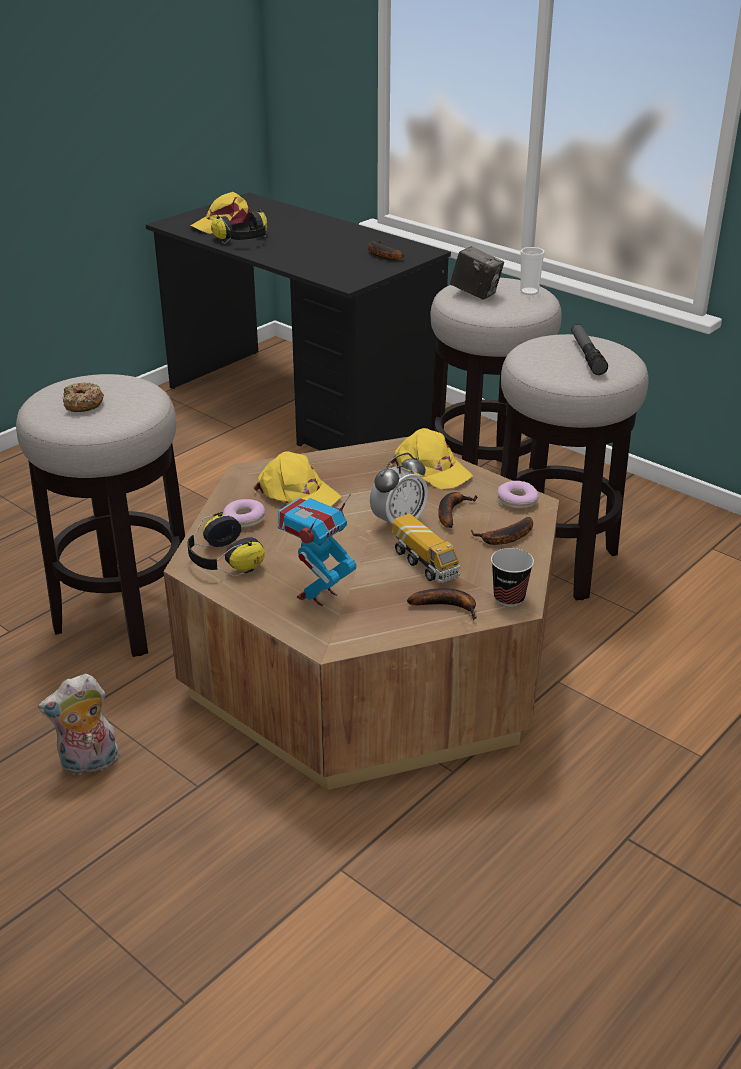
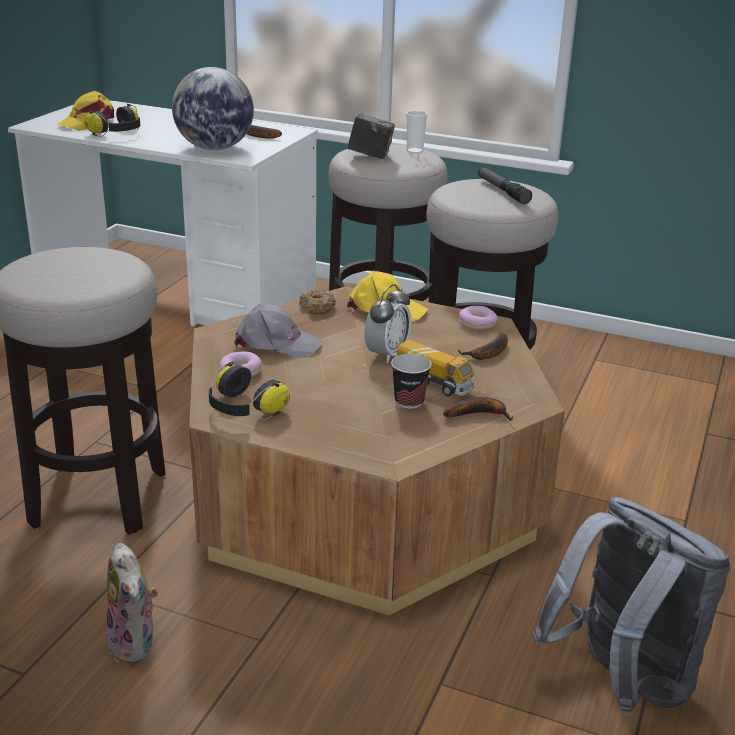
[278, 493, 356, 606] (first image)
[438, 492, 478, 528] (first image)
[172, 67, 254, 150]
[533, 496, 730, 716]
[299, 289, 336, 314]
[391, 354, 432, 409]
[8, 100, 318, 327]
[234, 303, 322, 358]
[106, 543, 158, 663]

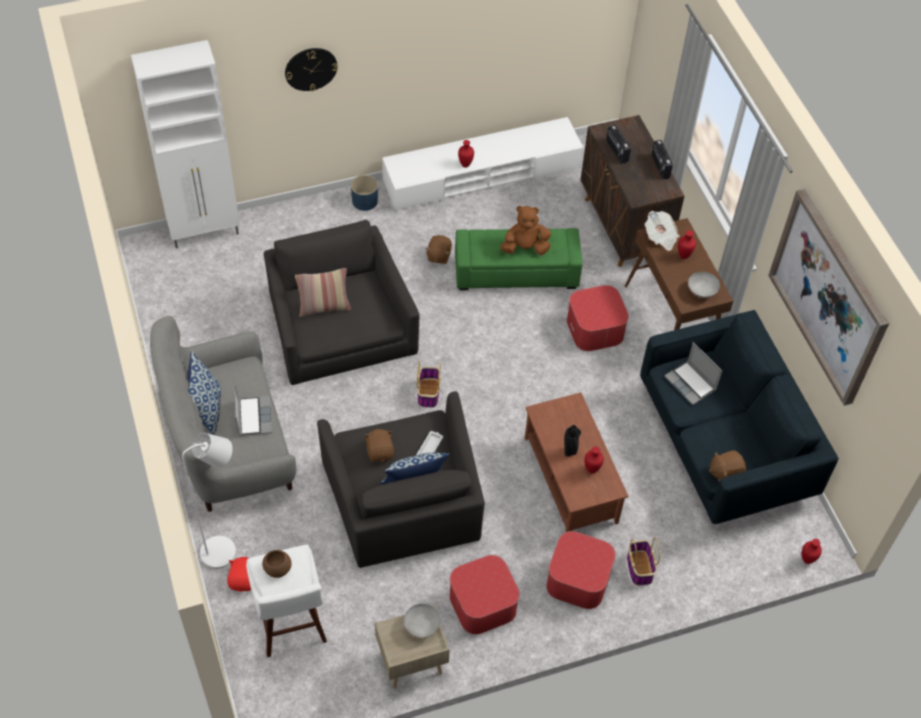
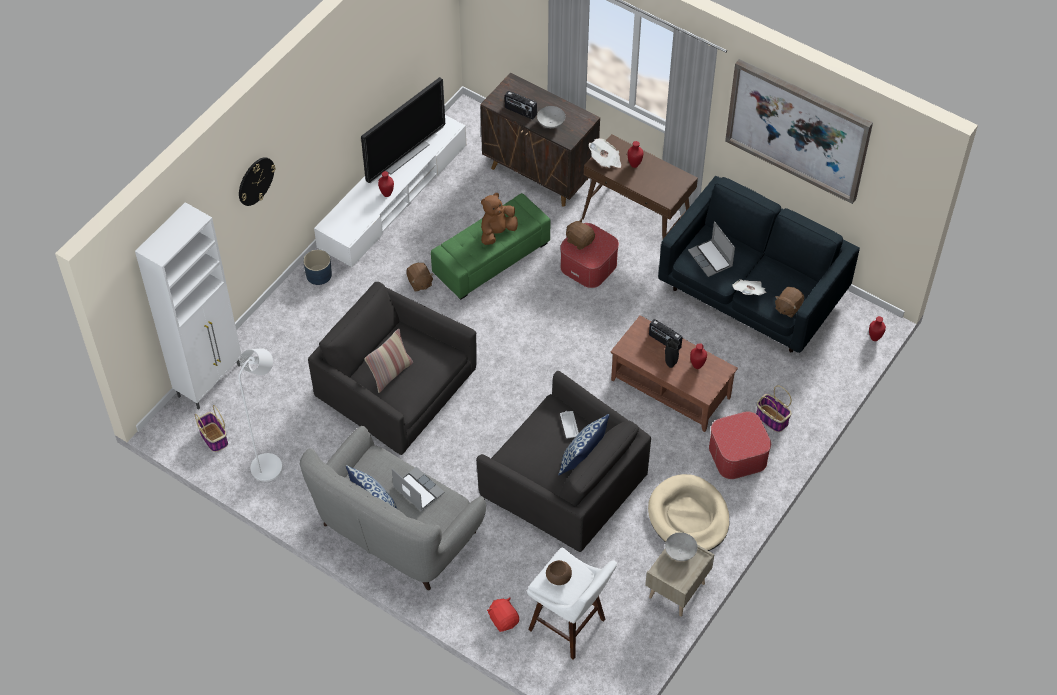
[361, 77, 445, 183]
[732, 279, 766, 295]
[239, 348, 283, 482]
[566, 219, 595, 250]
[195, 405, 228, 452]
[649, 319, 683, 350]
[537, 106, 565, 128]
[648, 474, 729, 551]
[688, 221, 735, 277]

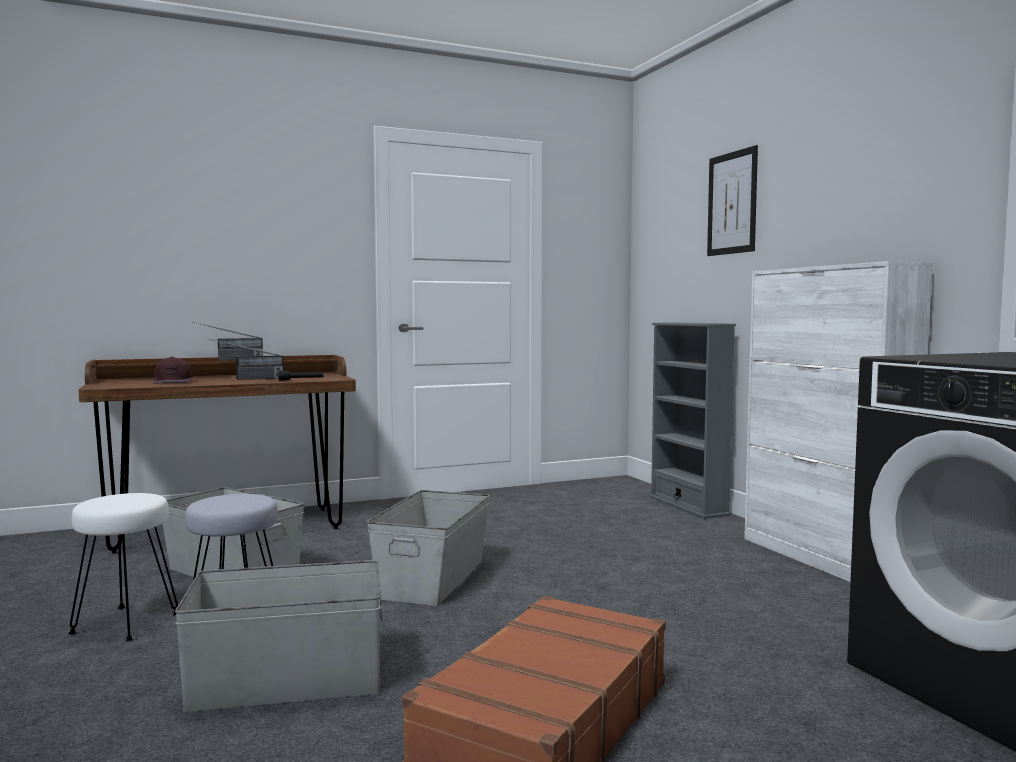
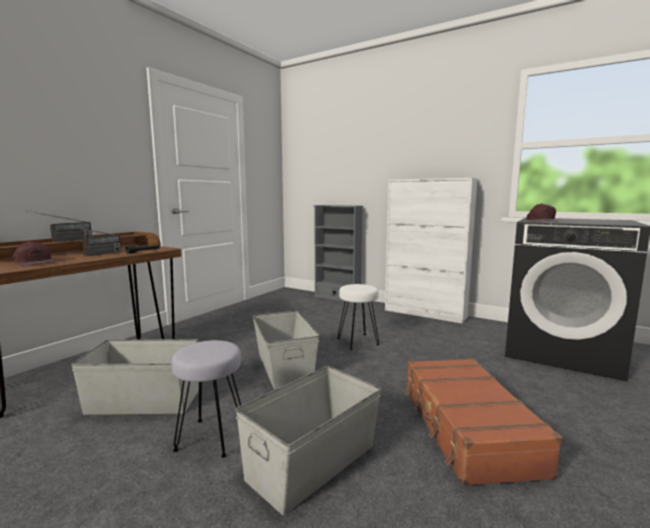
[707, 145, 758, 256] (first image)
[527, 203, 559, 222]
[337, 284, 380, 350]

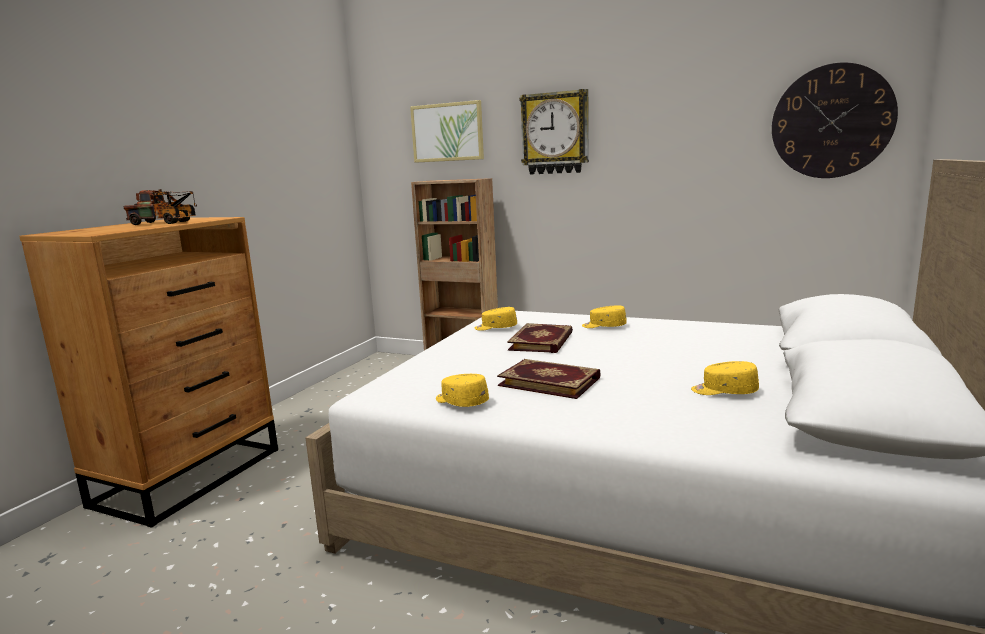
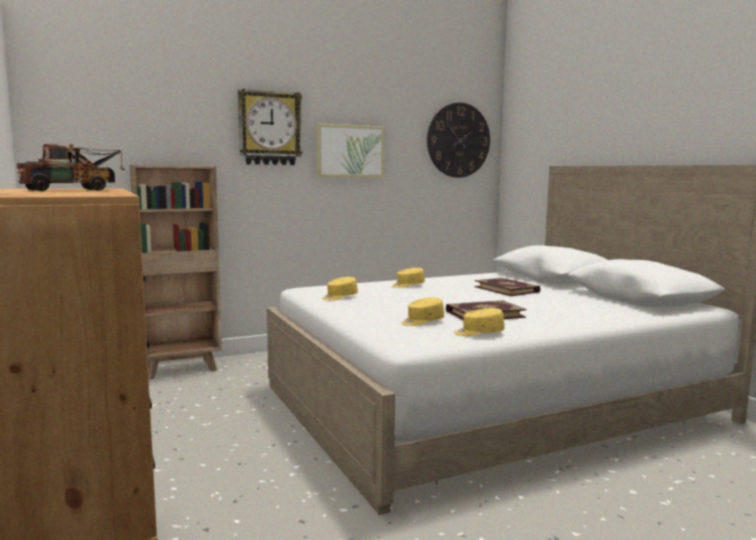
[317, 123, 384, 177]
[475, 278, 541, 296]
[401, 297, 444, 326]

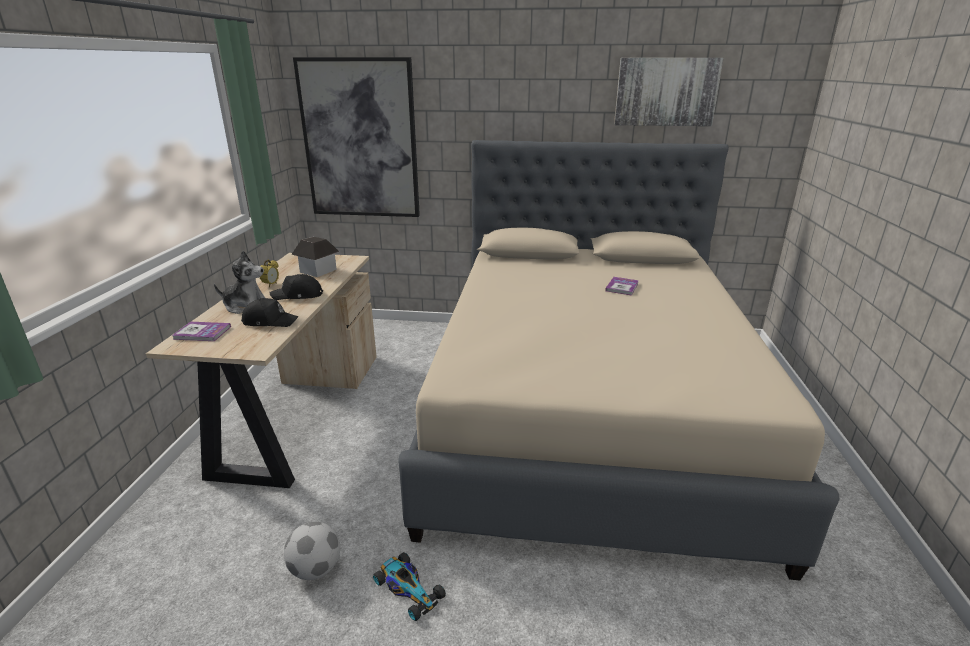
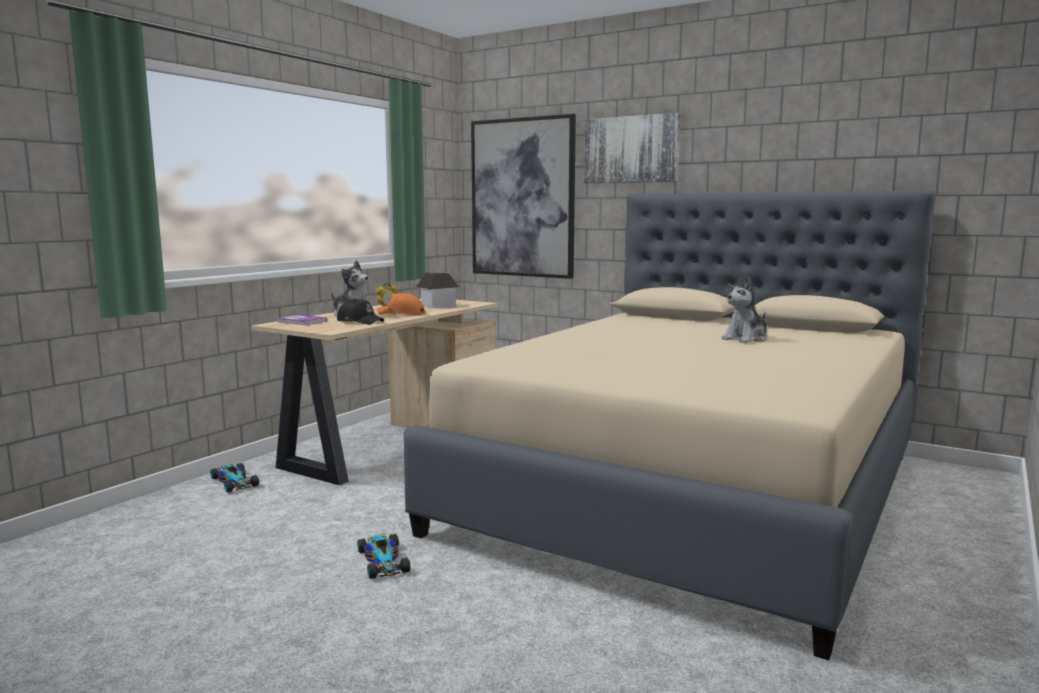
[284, 522, 340, 580] (first image)
[210, 463, 259, 493]
[584, 113, 680, 183]
[722, 277, 767, 343]
[377, 293, 425, 315]

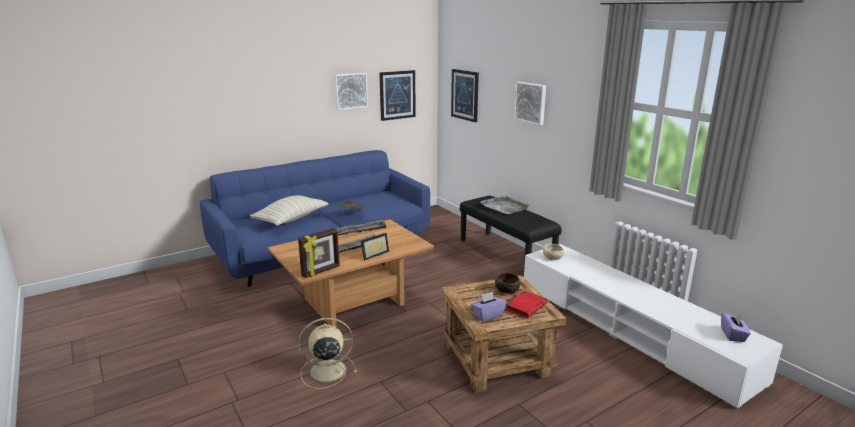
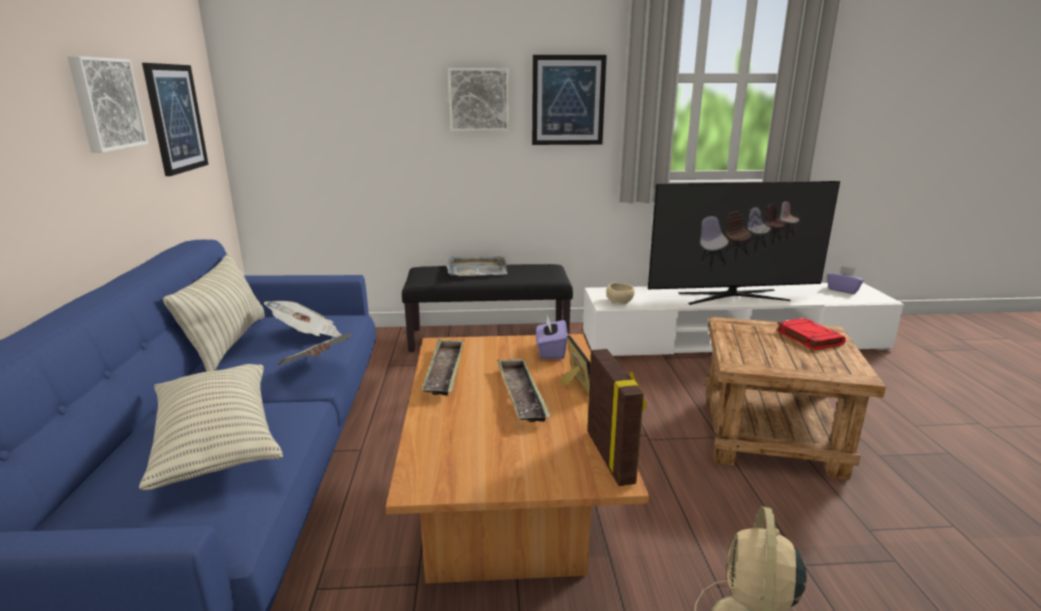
[495, 272, 520, 294] (first image)
[163, 253, 265, 372]
[264, 301, 342, 337]
[648, 181, 840, 305]
[532, 55, 607, 145]
[536, 314, 568, 359]

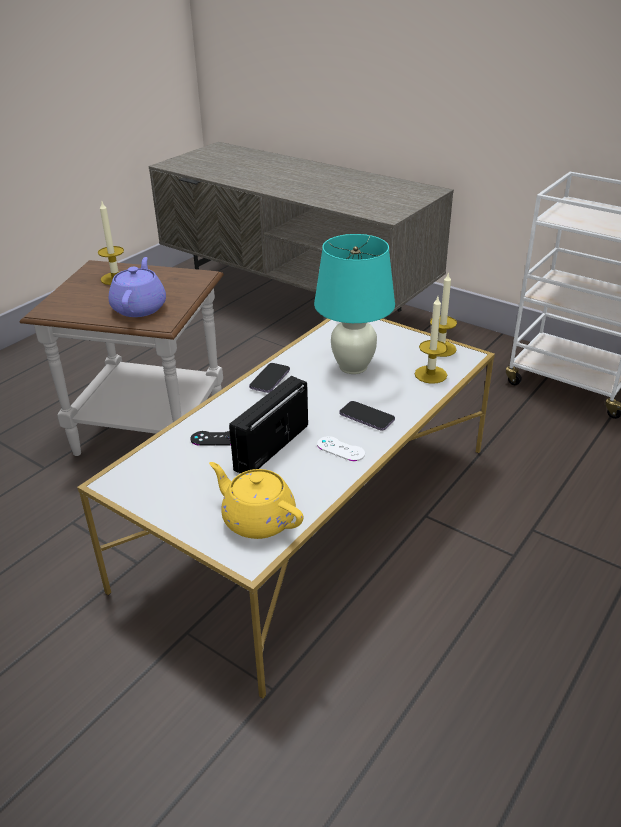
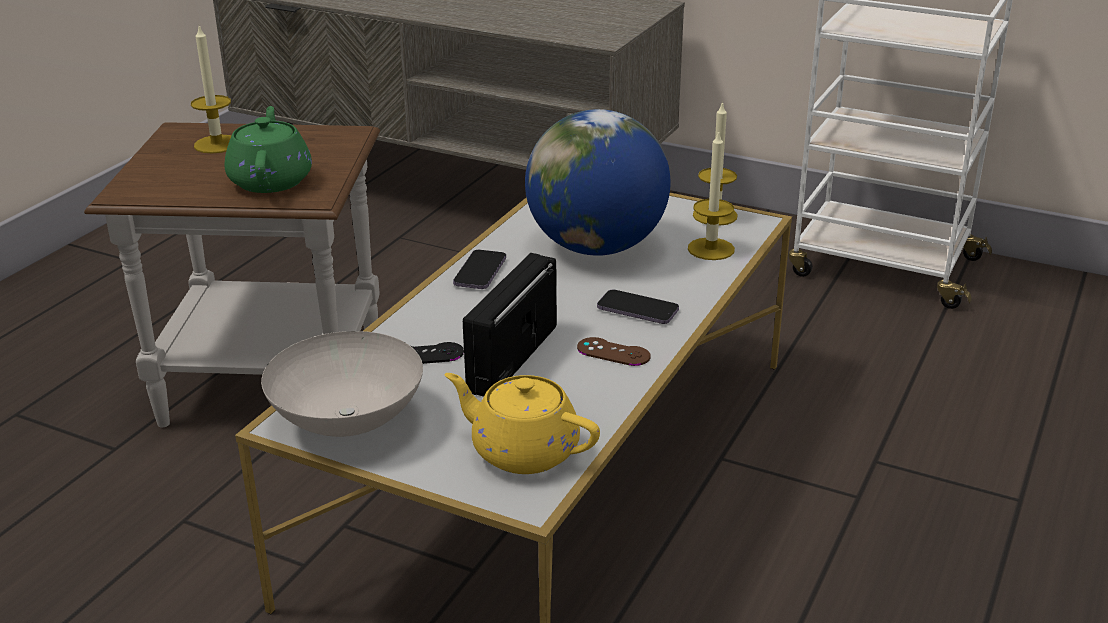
[261, 331, 423, 437]
[525, 109, 670, 256]
[224, 106, 312, 193]
[577, 337, 651, 366]

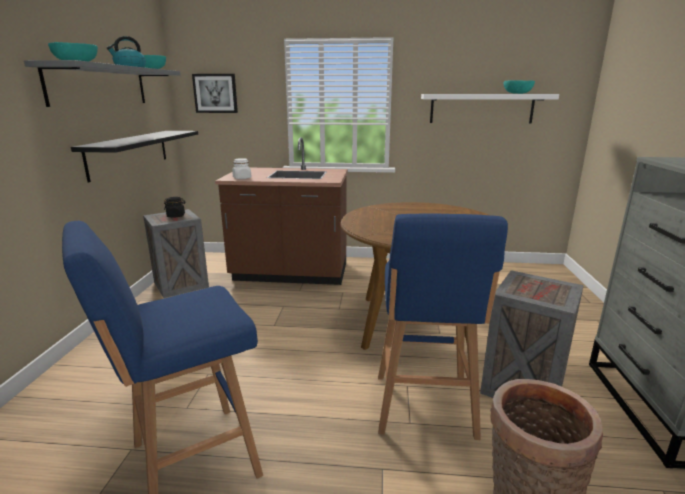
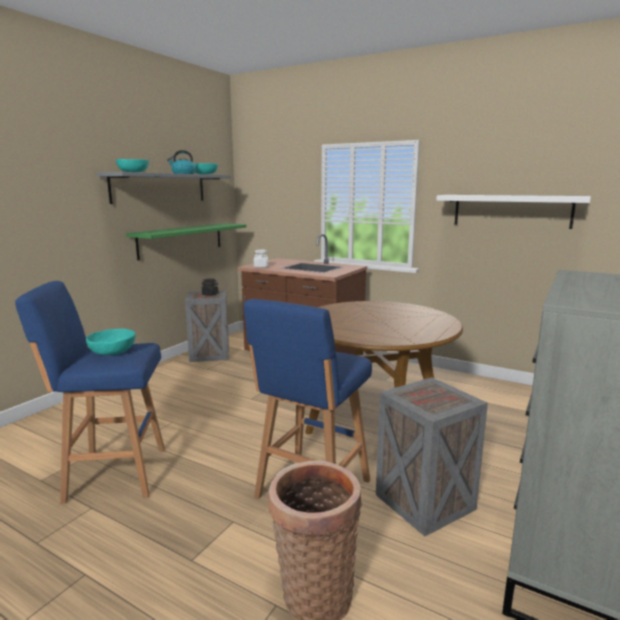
[192, 74, 238, 113] (first image)
[86, 329, 136, 355]
[126, 223, 247, 261]

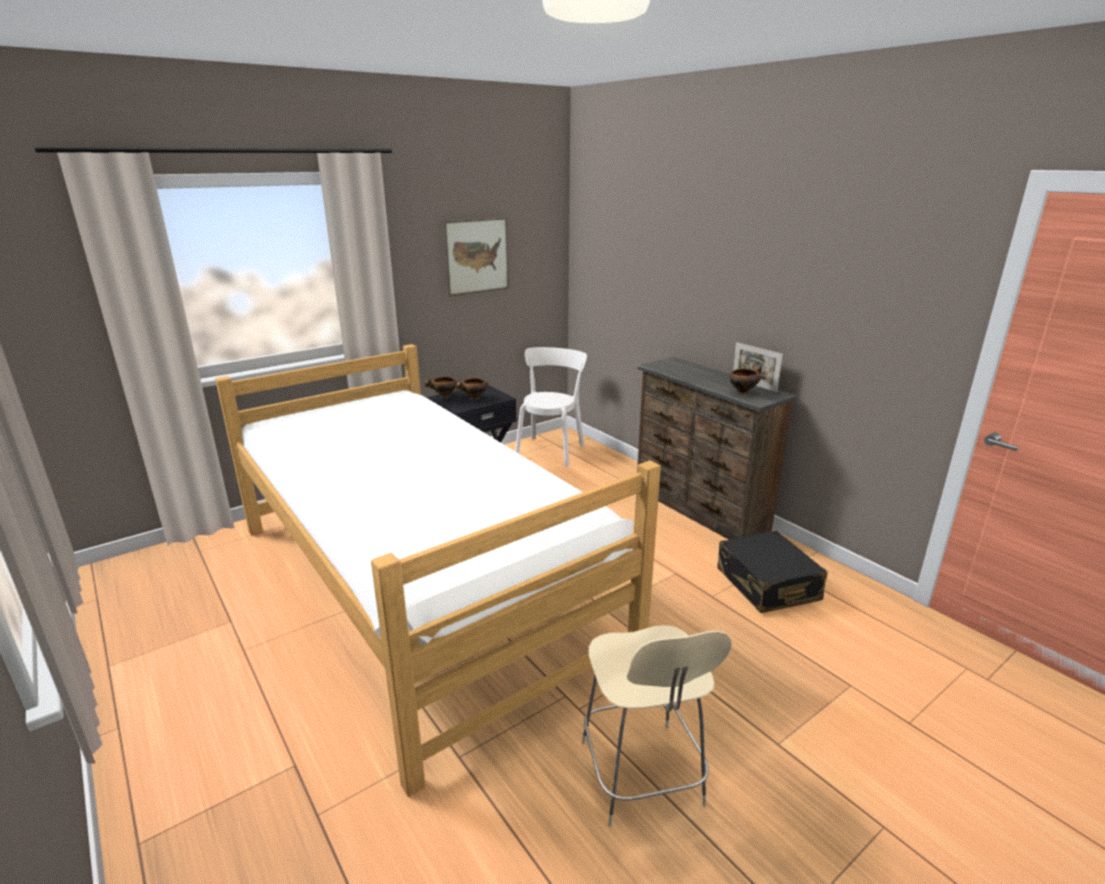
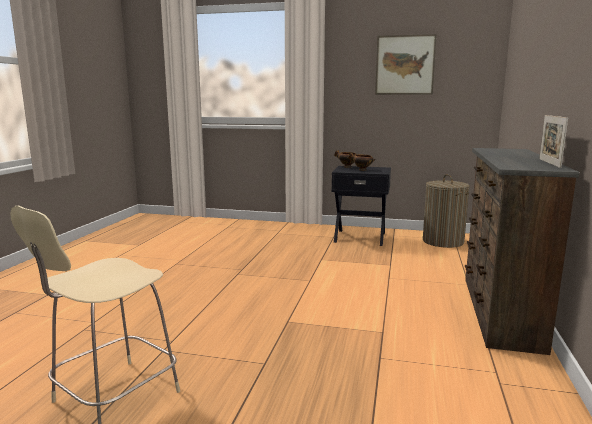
[215, 344, 661, 797] (first image)
[717, 531, 828, 613] (first image)
[729, 364, 762, 395] (first image)
[423, 174, 470, 248]

